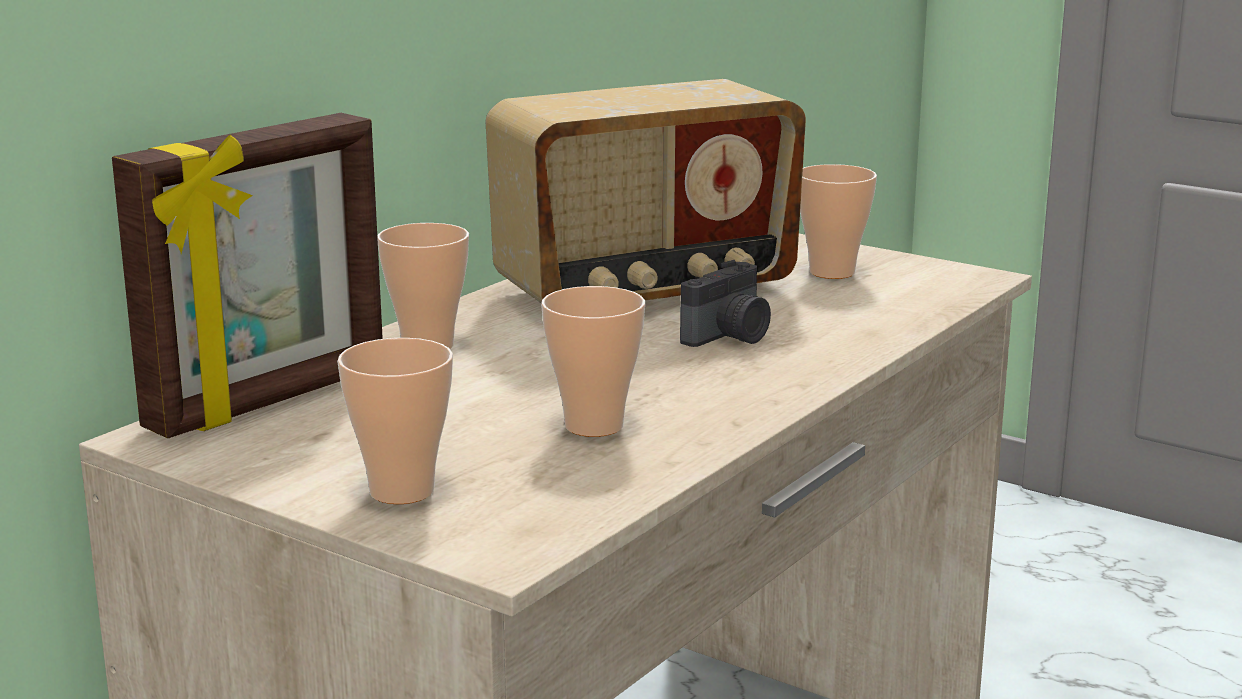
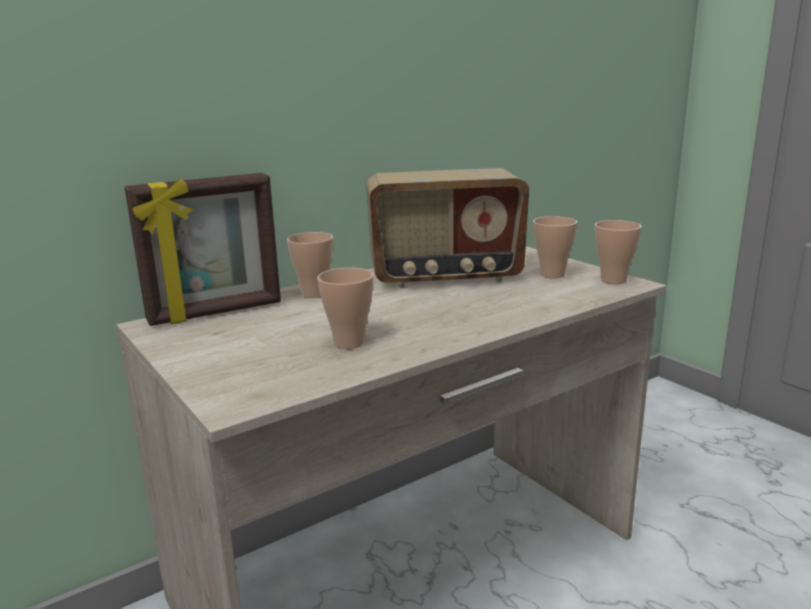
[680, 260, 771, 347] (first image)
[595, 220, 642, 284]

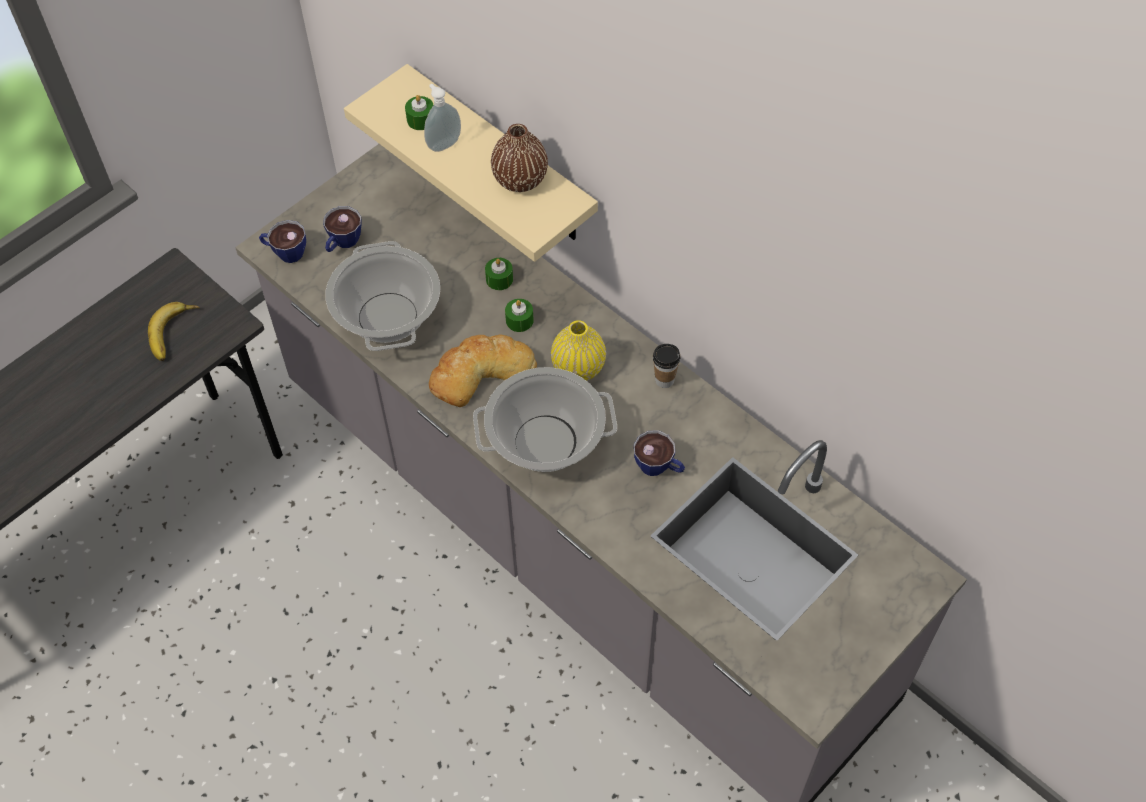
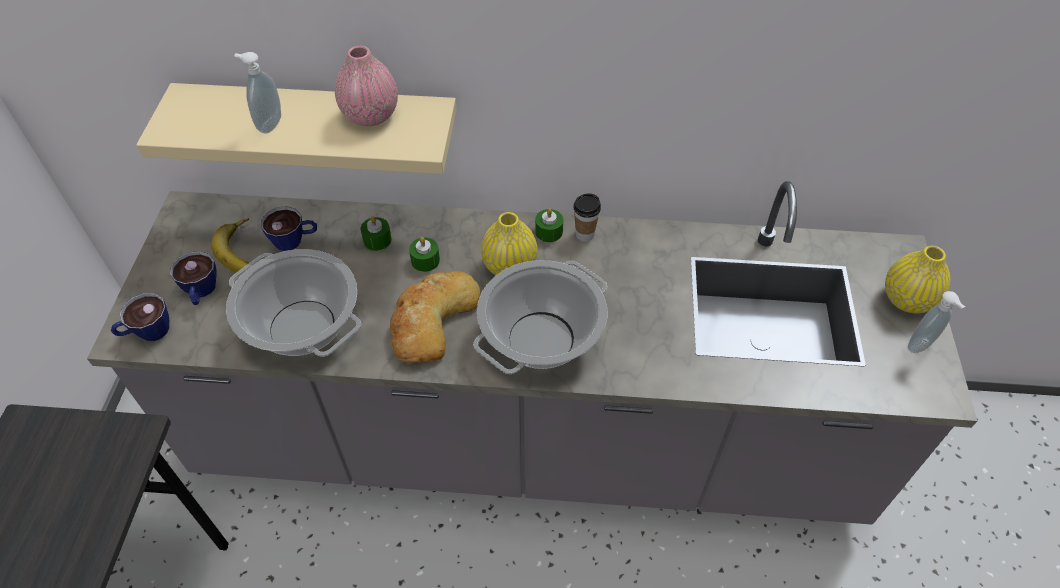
[885, 246, 950, 314]
[908, 291, 965, 353]
[211, 218, 249, 273]
[535, 208, 563, 242]
[261, 206, 317, 251]
[335, 46, 398, 126]

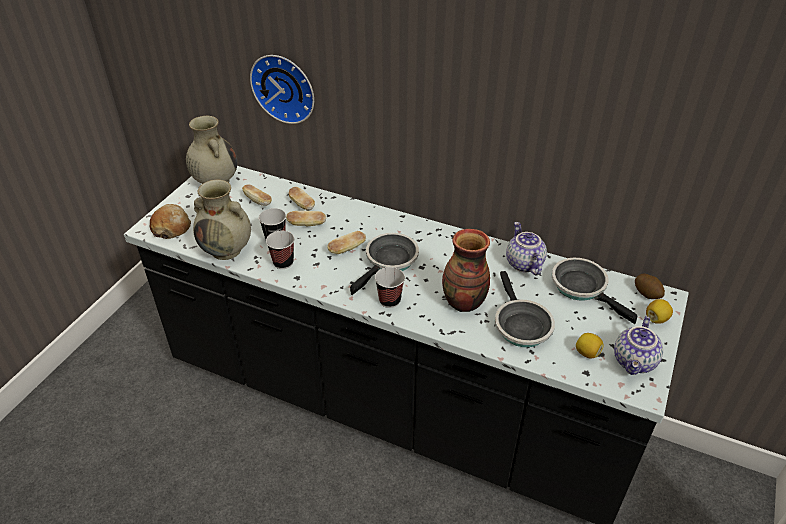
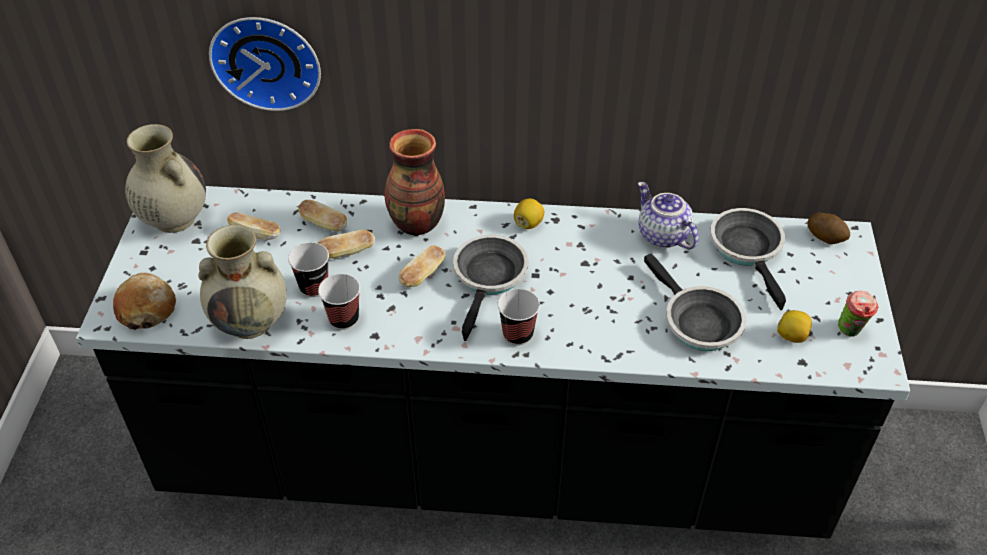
[385, 129, 445, 236]
[514, 198, 544, 229]
[838, 291, 878, 337]
[710, 208, 786, 310]

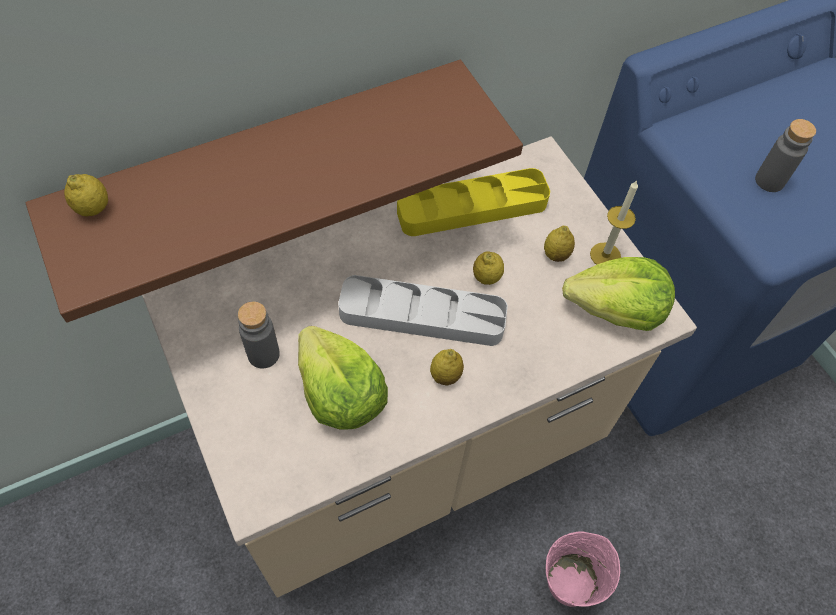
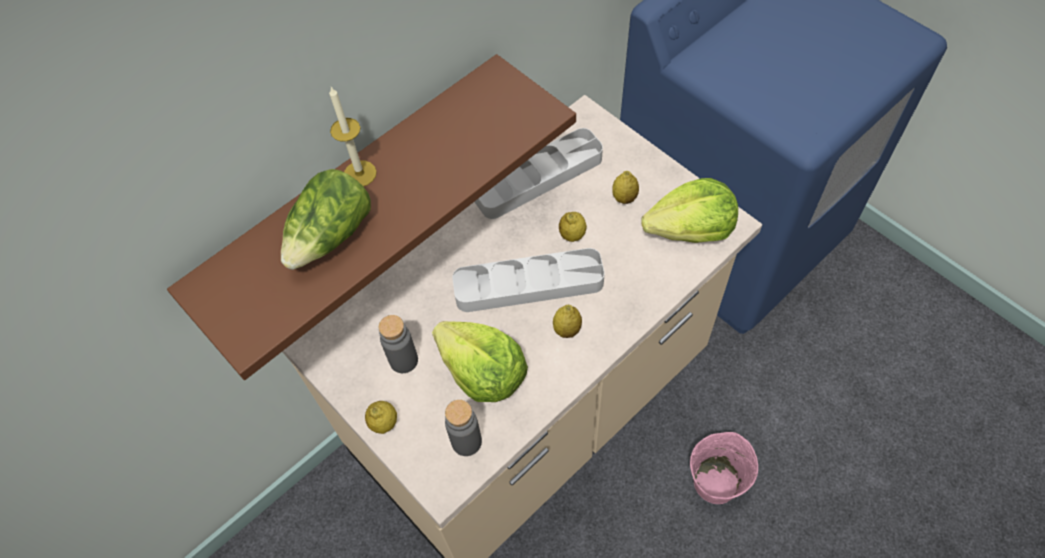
[281, 169, 371, 270]
[365, 401, 397, 434]
[329, 87, 377, 186]
[445, 400, 482, 456]
[475, 128, 603, 219]

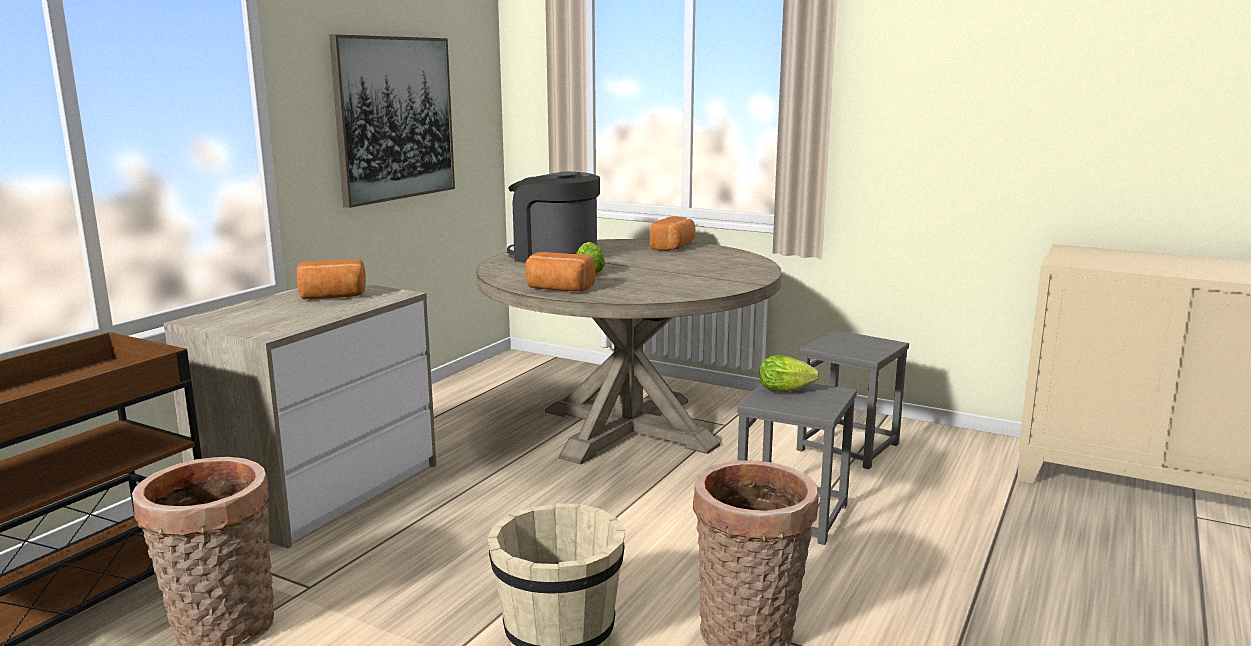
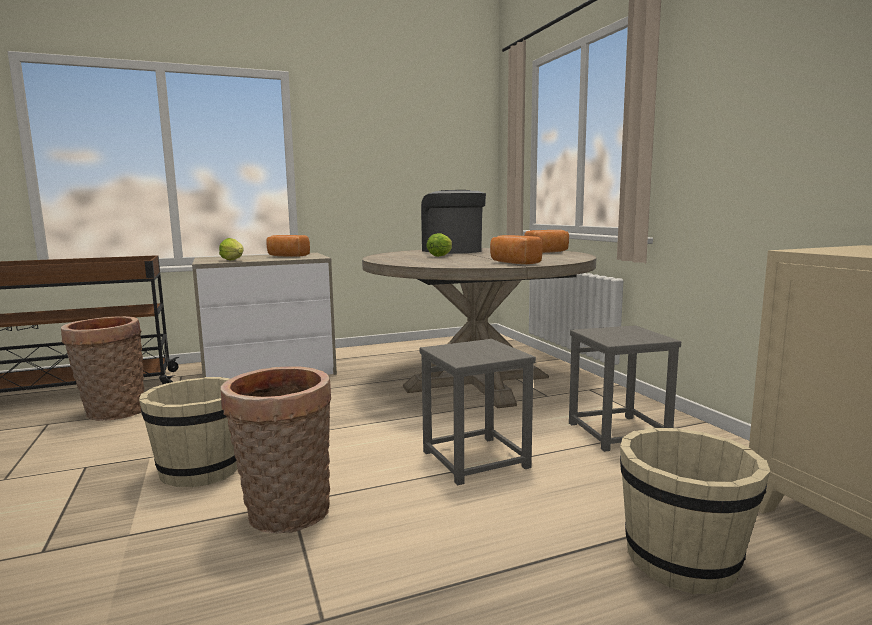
[329, 35, 455, 208] (first image)
[620, 428, 770, 594]
[490, 235, 543, 264]
[219, 238, 243, 260]

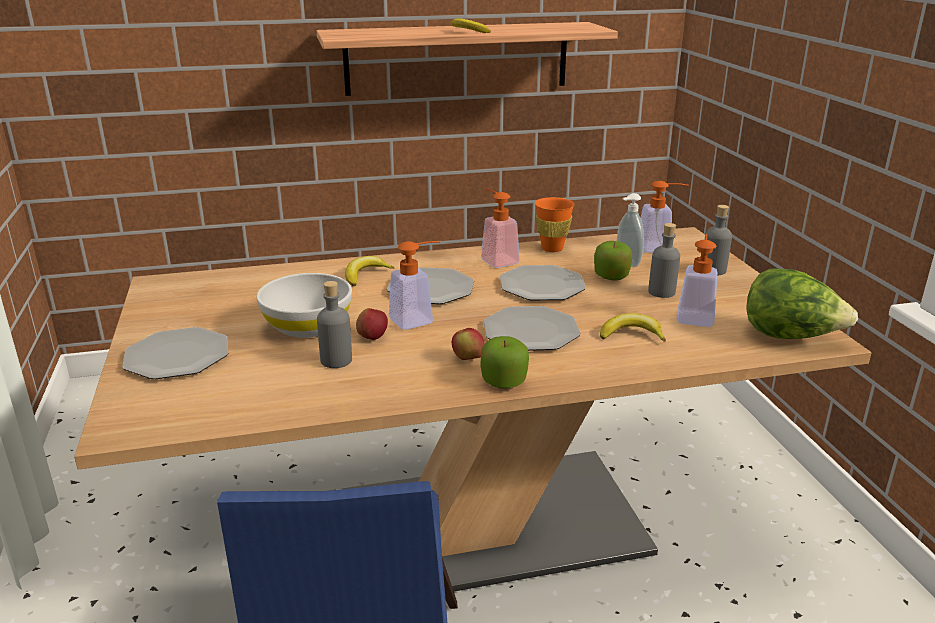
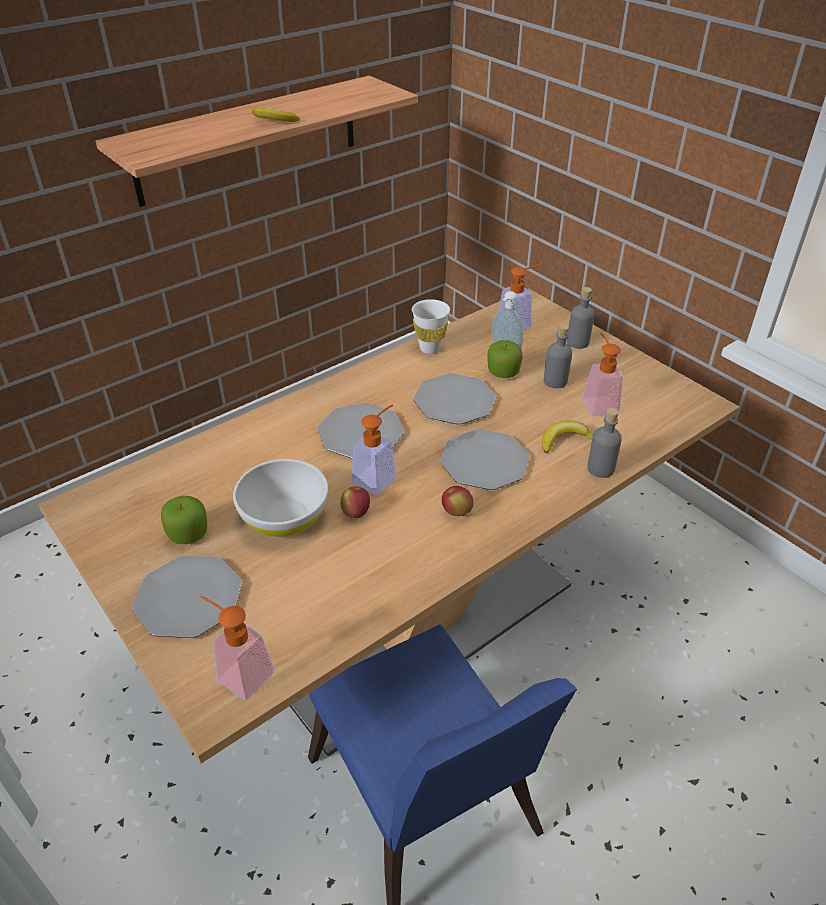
[345, 256, 395, 286] (first image)
[746, 268, 858, 339] (first image)
[587, 408, 622, 478]
[201, 596, 275, 700]
[161, 496, 207, 544]
[412, 299, 450, 354]

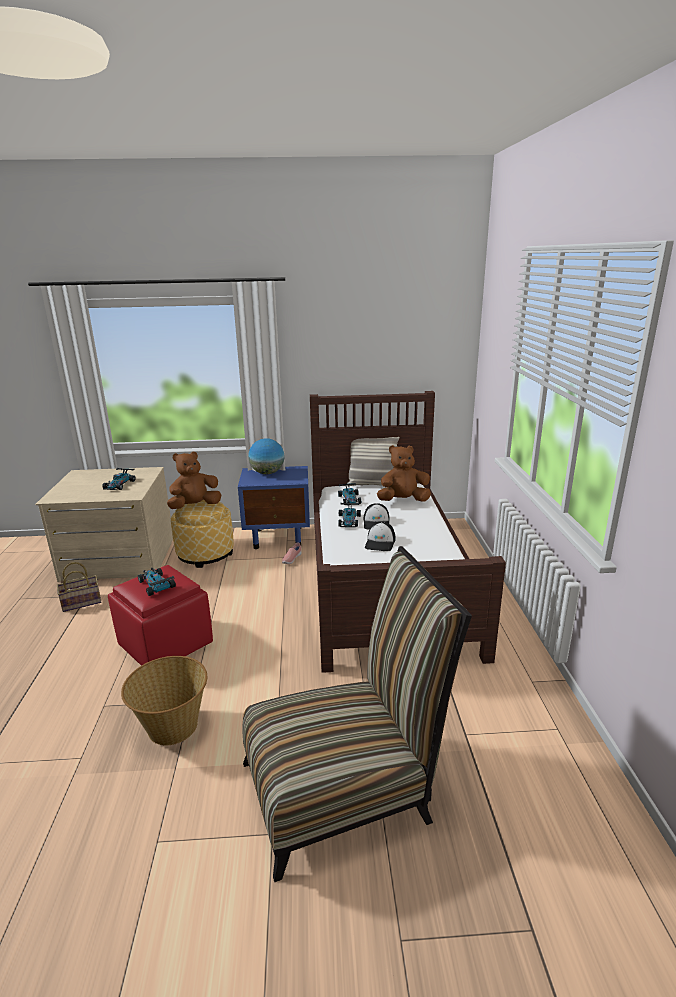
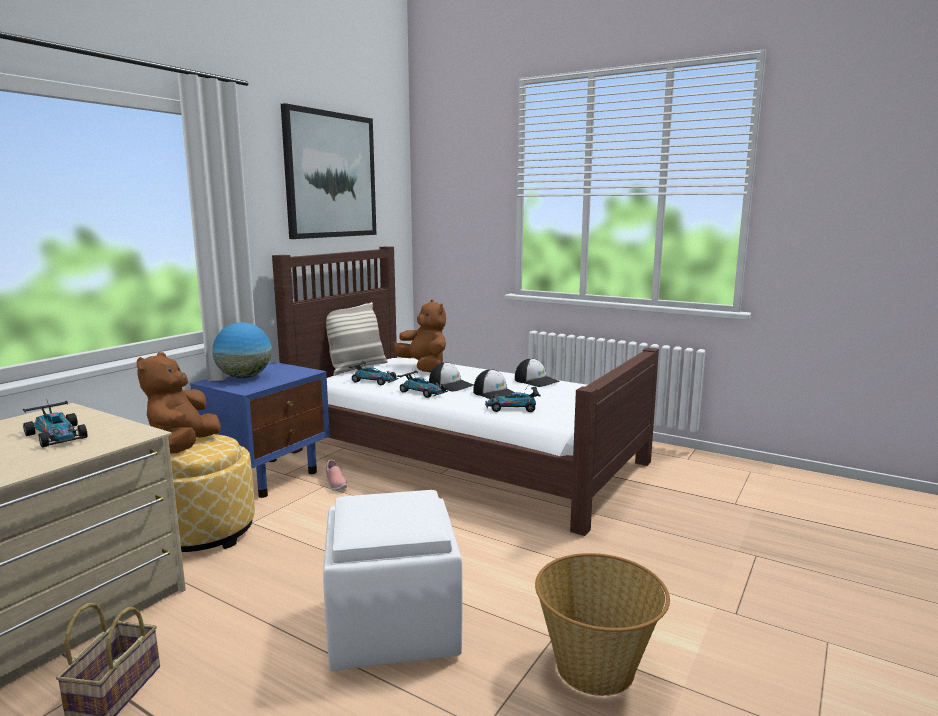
[242, 546, 472, 882] (first image)
[281, 103, 377, 239]
[515, 358, 560, 387]
[485, 387, 541, 412]
[323, 490, 463, 671]
[393, 300, 446, 373]

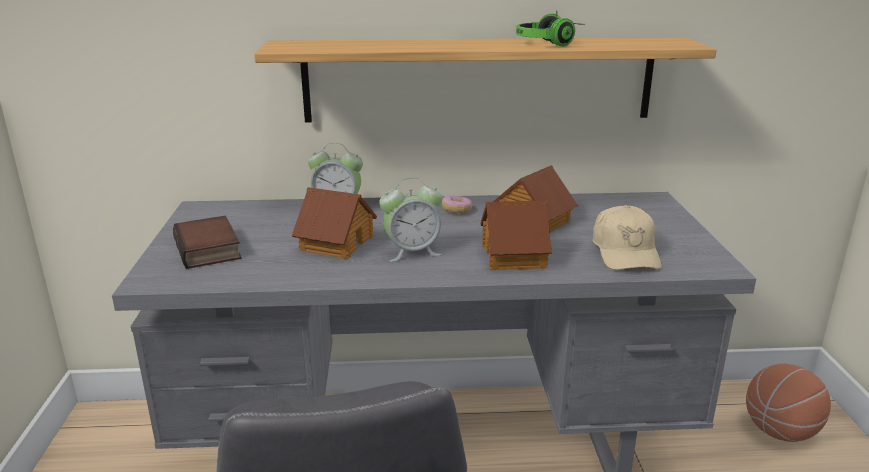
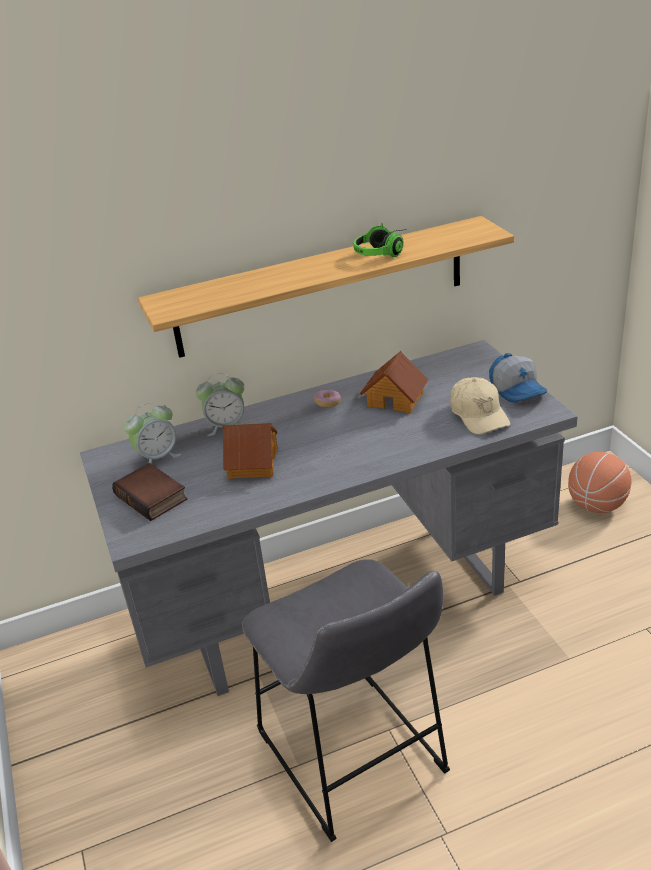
[480, 200, 552, 270] (first image)
[489, 353, 547, 403]
[124, 403, 181, 464]

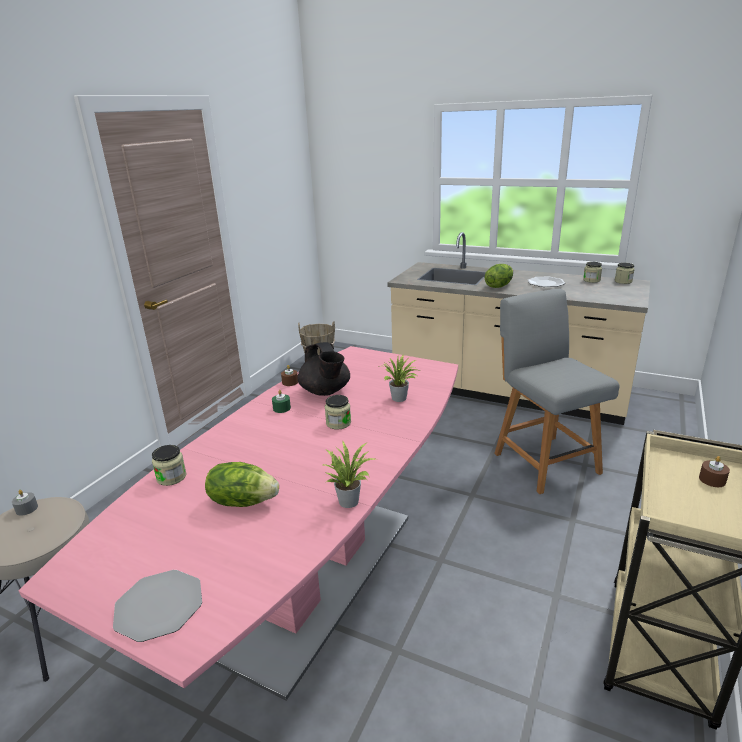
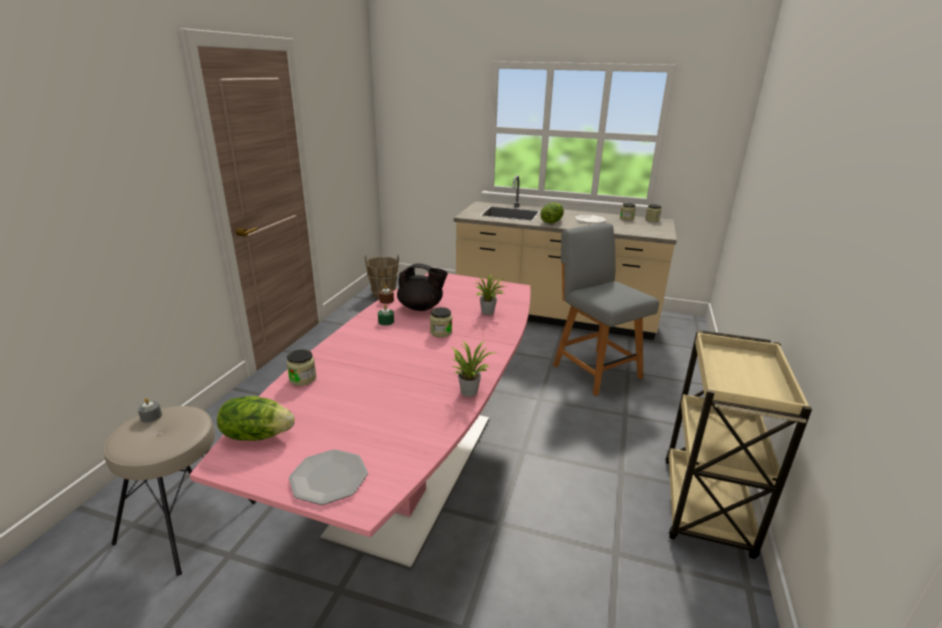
[699, 456, 730, 487] (first image)
[217, 396, 295, 441]
[397, 263, 448, 311]

